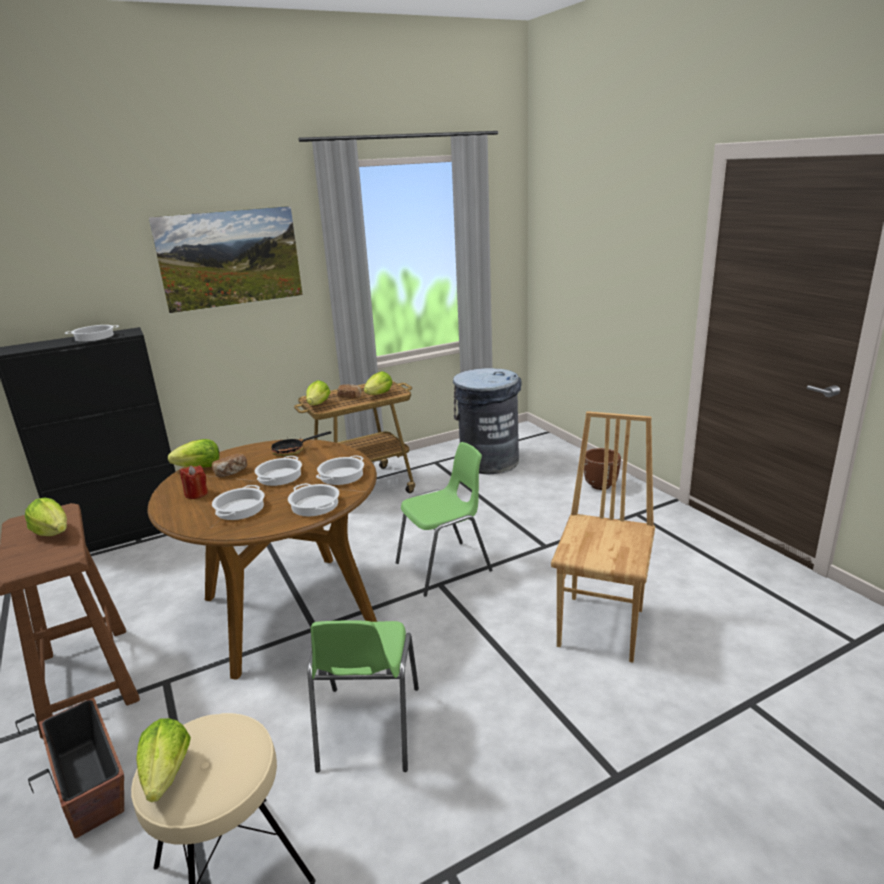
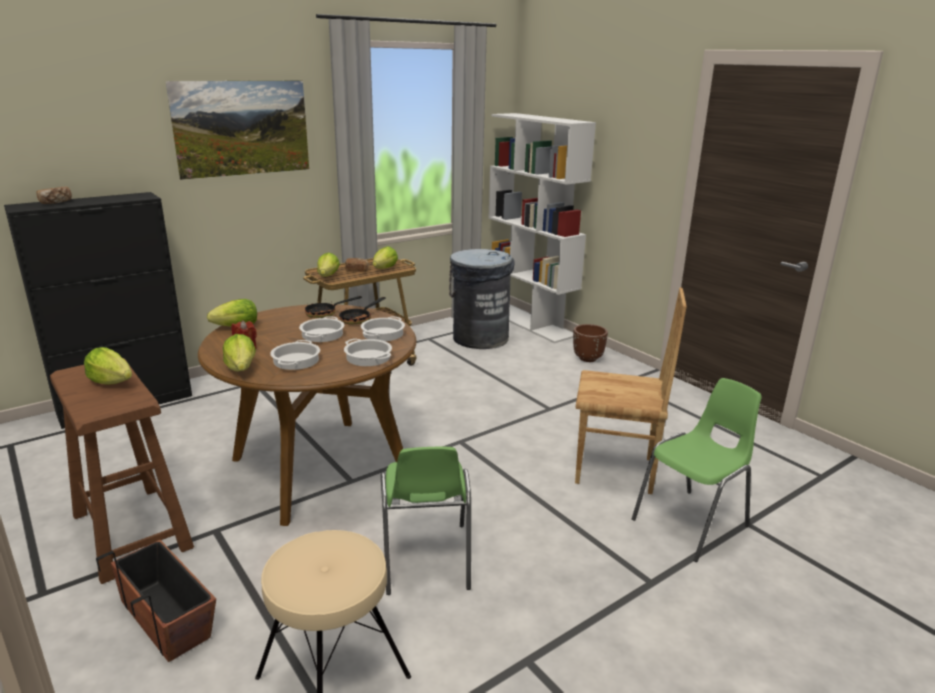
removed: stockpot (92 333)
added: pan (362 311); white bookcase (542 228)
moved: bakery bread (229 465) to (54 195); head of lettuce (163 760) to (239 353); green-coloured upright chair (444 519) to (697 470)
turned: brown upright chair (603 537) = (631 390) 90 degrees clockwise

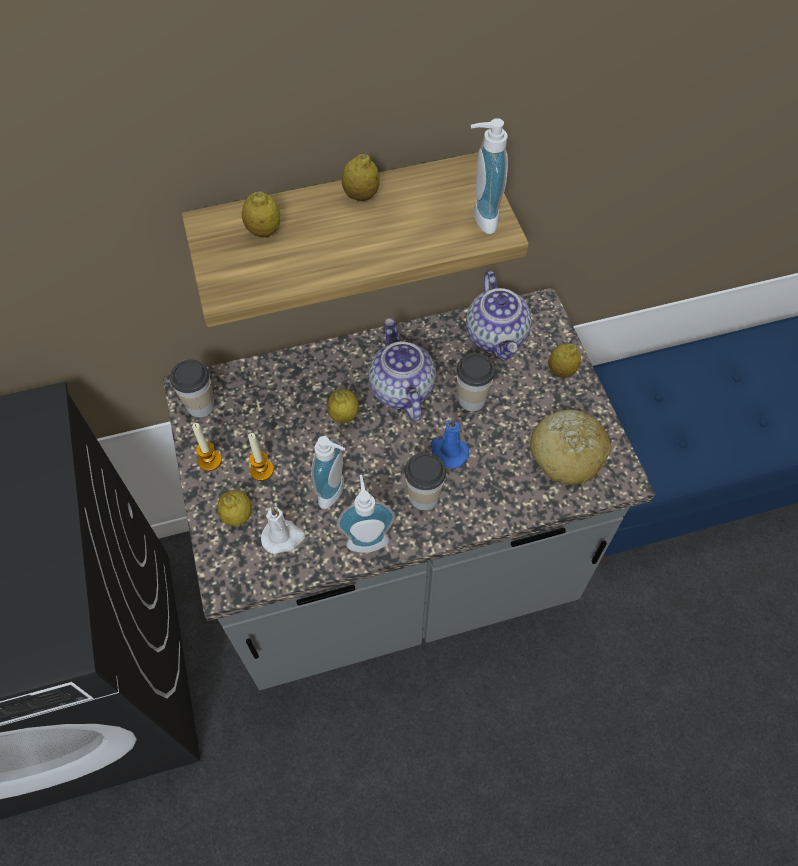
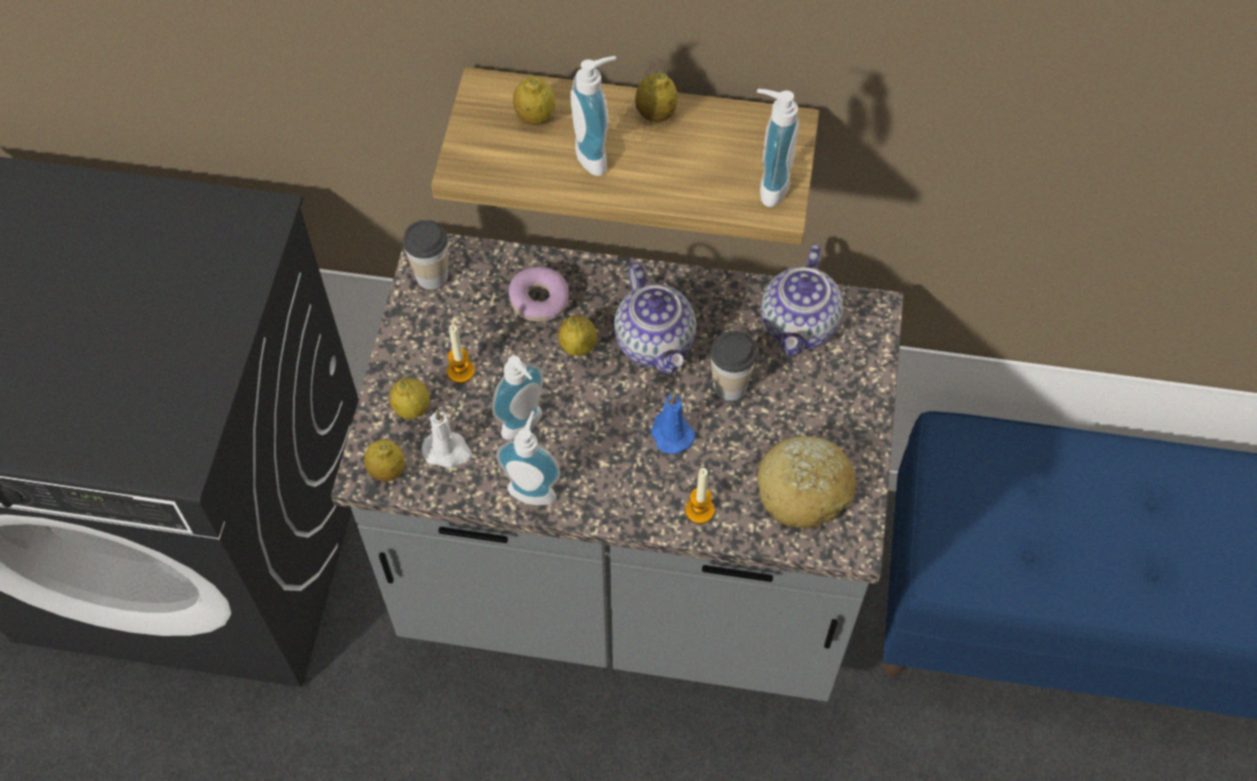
removed: drinking cup (425 481)
added: ring doughnut (539 293); soap dispenser (593 116)
moved: whole lemon (564 361) to (384 461); wax candle (207 447) to (700 496)
turned: teapot (402 370) = (655 318) 150 degrees clockwise

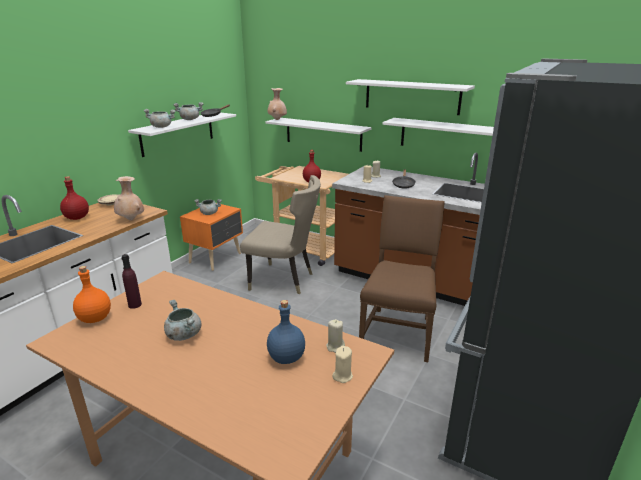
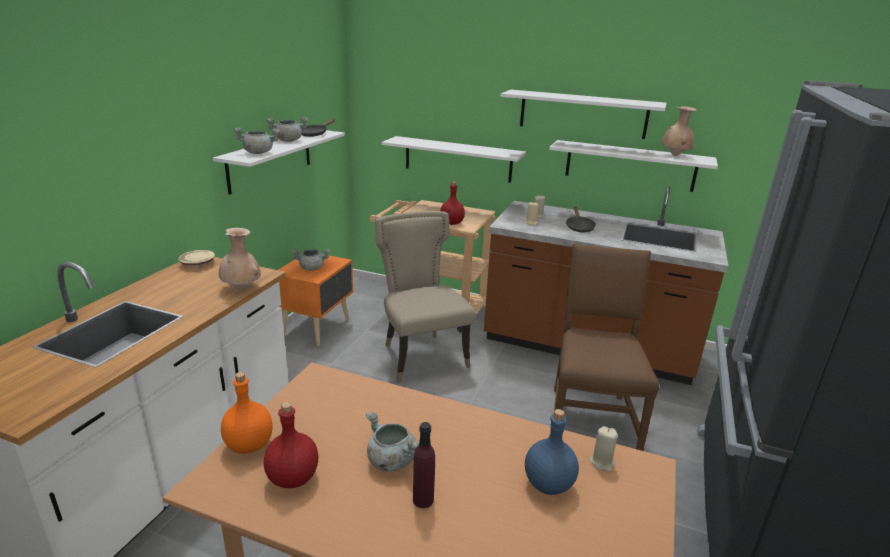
removed: beige-coloured wax candle (342 364)
moved: red beverage bottle (74 198) to (291 445); purplish beverage bottle (131 281) to (424 465); beige-coloured decorative vase (277 104) to (679 131)
turned: beige-coloured upright chair (280 234) = (425 297) 120 degrees counterclockwise

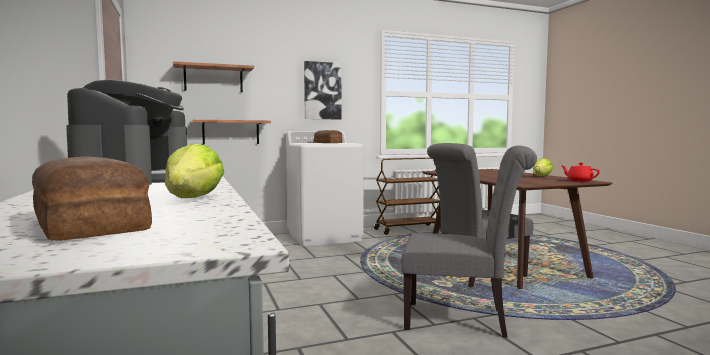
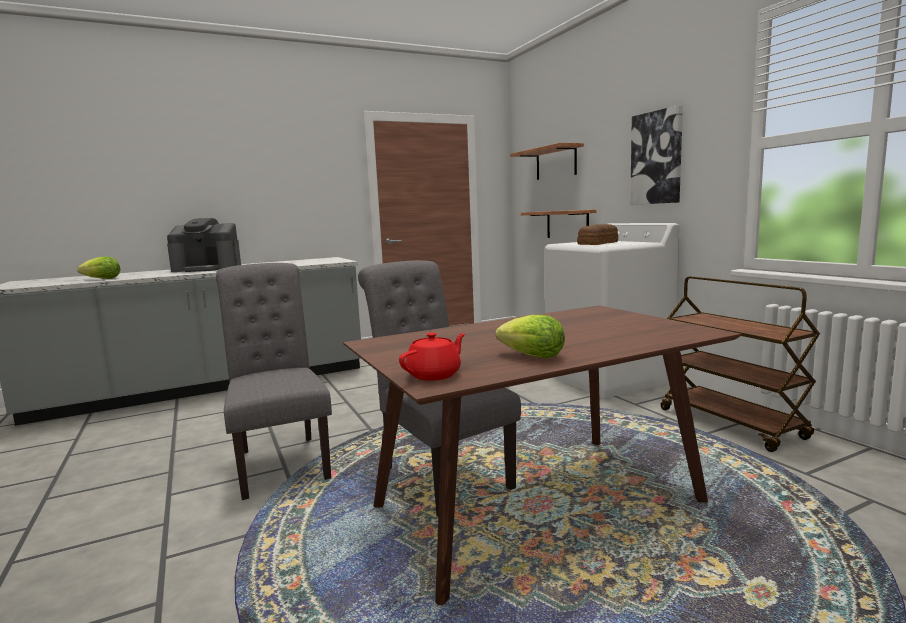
removed: bakery bread (92 198)
turned: greyish upright chair (469 242) = (274 381) 150 degrees clockwise

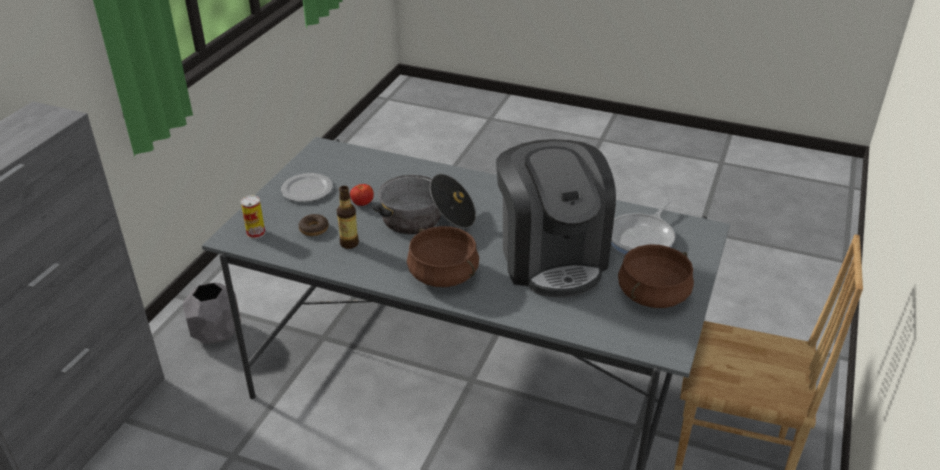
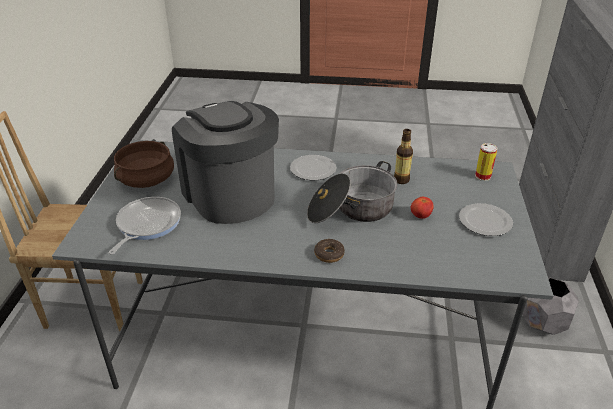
moved: ring doughnut (314 225) to (329 251)
replaced: brown stockpot (443 256) to flat dish (313 168)

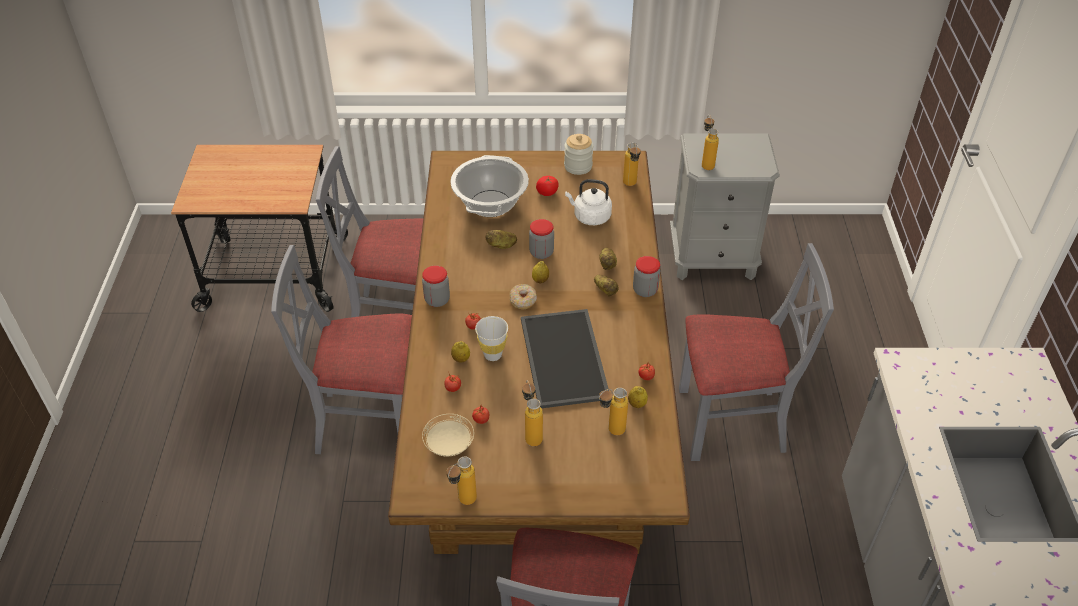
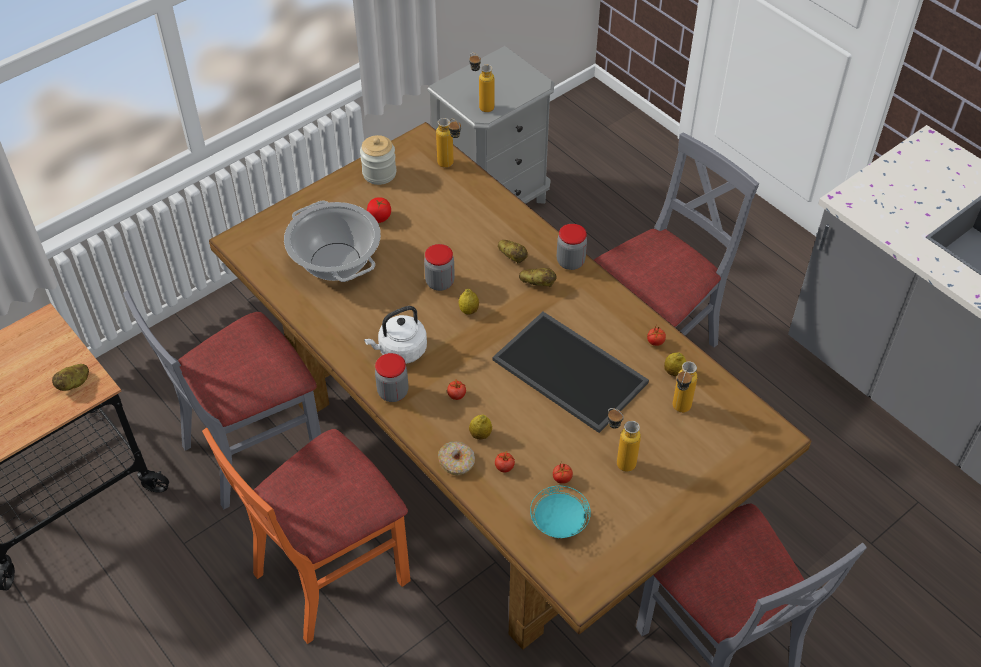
removed: beverage bottle (461 481); white drinking cup (491 338)
moved: spud (501 239) to (70 377); white water kettle (588 202) to (395 335); ring doughnut (523 297) to (456 458)
recoloured: greyish upright chair (341 349) to orangey upright chair (306 536); beige-coloured flat dish (448 435) to turquoise flat dish (560 512)

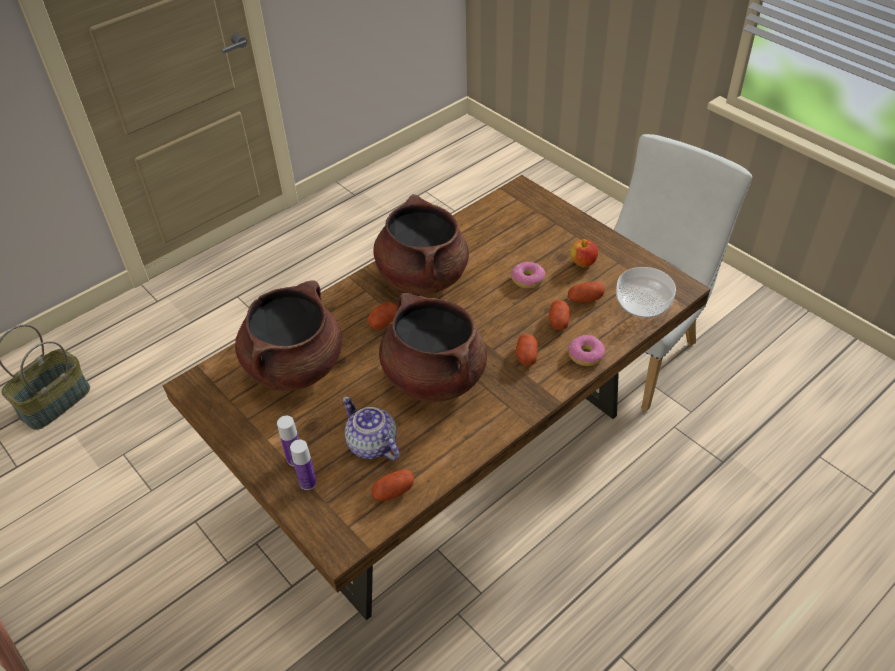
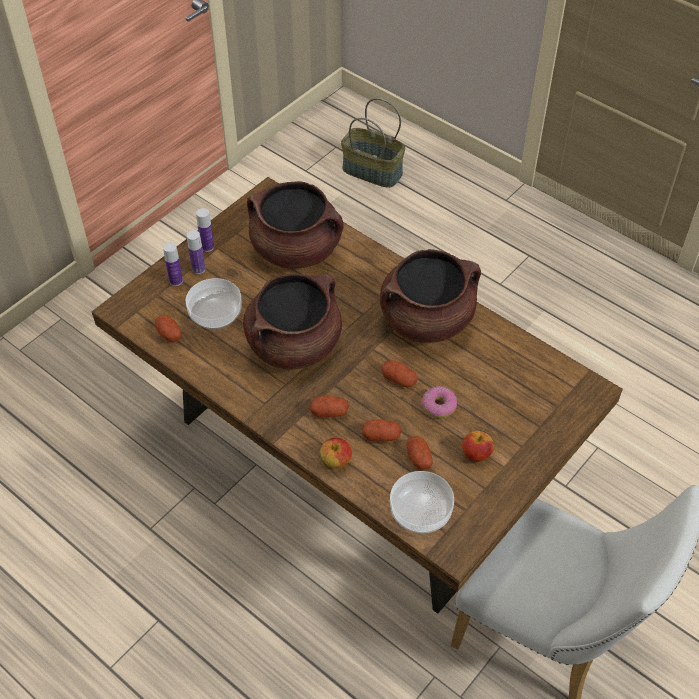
added: beverage bottle (205 230)
moved: spud (382 316) to (399 373)
replaced: teapot (370 428) to bowl (214 303); ring doughnut (586 350) to apple (336 453)

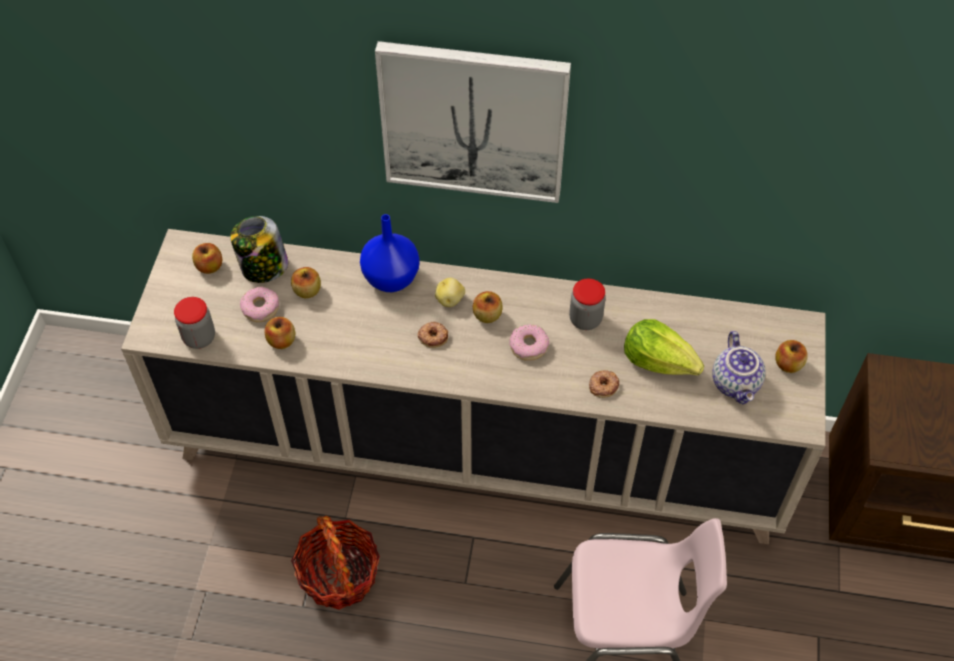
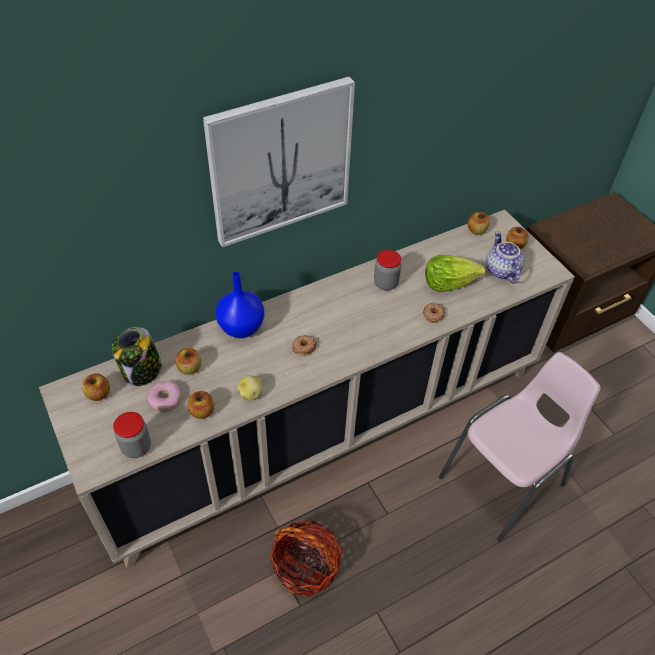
removed: ring doughnut (530 343)
moved: spud (450 292) to (249 388); apple (488 307) to (478 223)
turned: teapot (739 367) = (505 257) 150 degrees counterclockwise

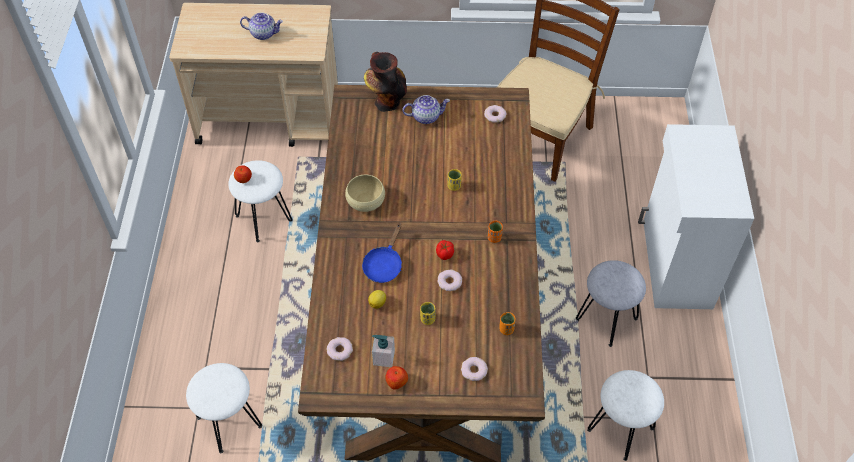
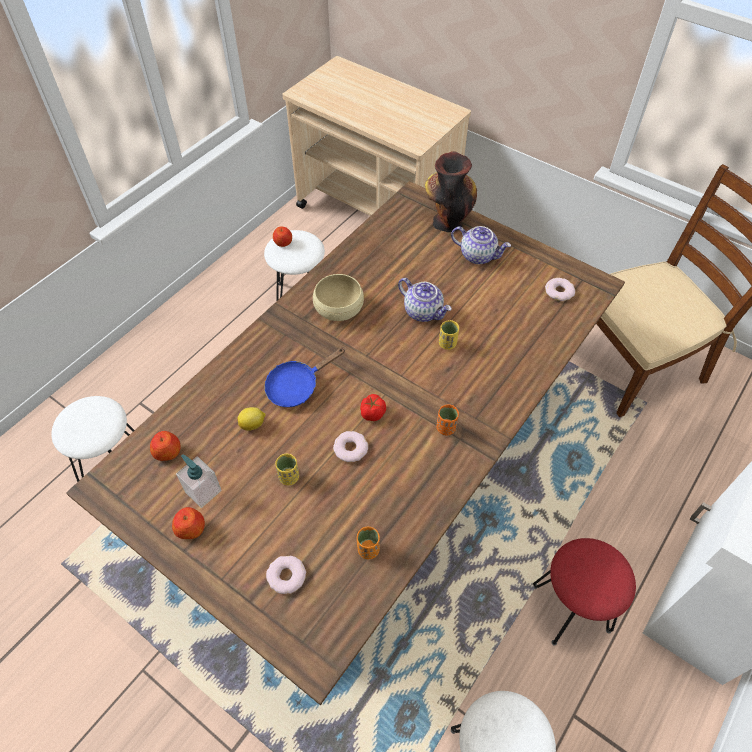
moved: teapot (261 26) to (425 300)
replaced: ring doughnut (340 349) to apple (165 446)
recoloured: greyish sitting stool (611 303) to red sitting stool (584 592)

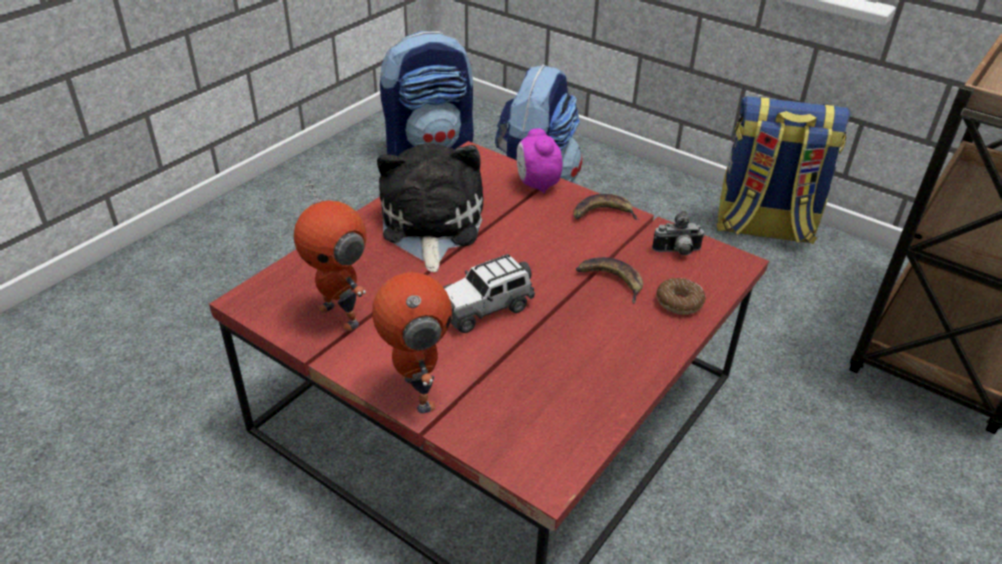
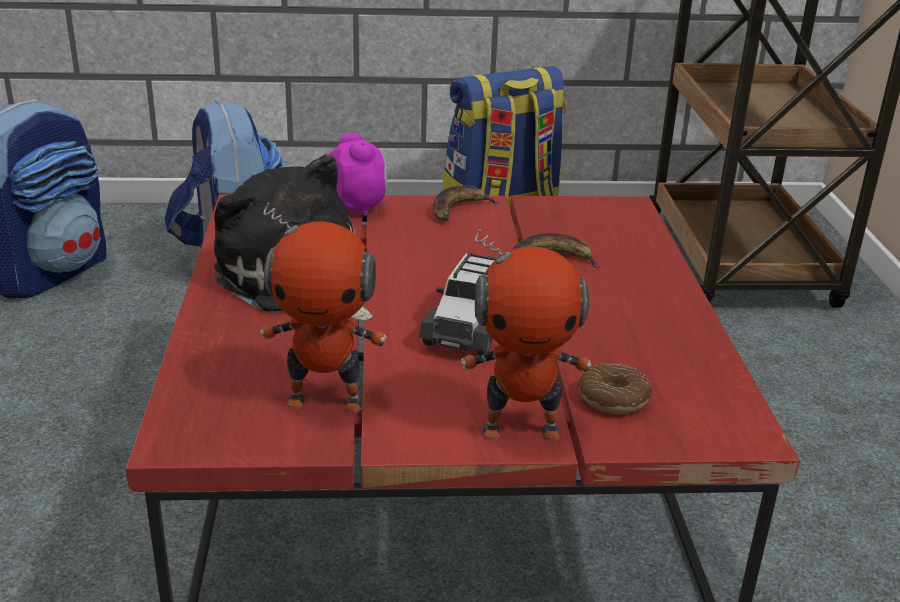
removed: photo camera (678 233)
moved: ring doughnut (681 296) to (615 388)
turned: table clock (539 161) = (358 174) 150 degrees counterclockwise; model robot (412 343) = (526 335) 150 degrees clockwise

